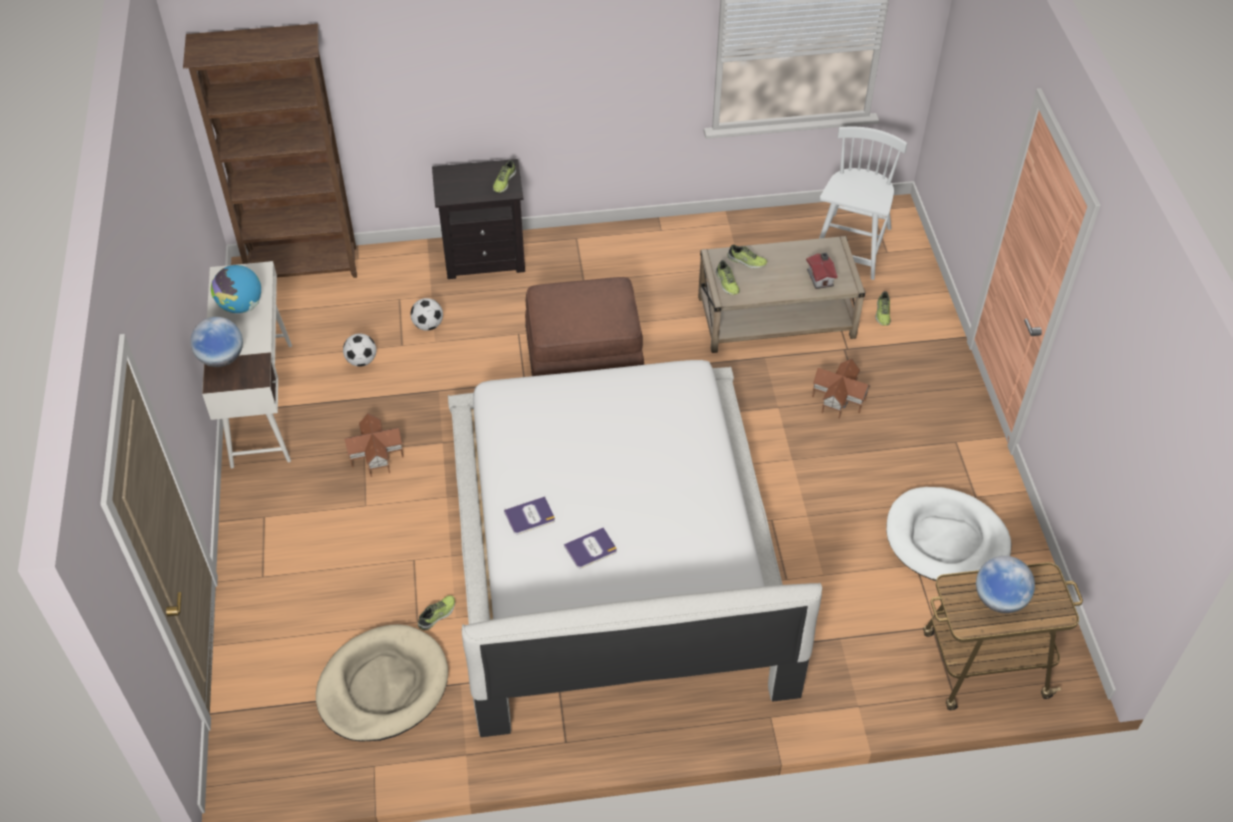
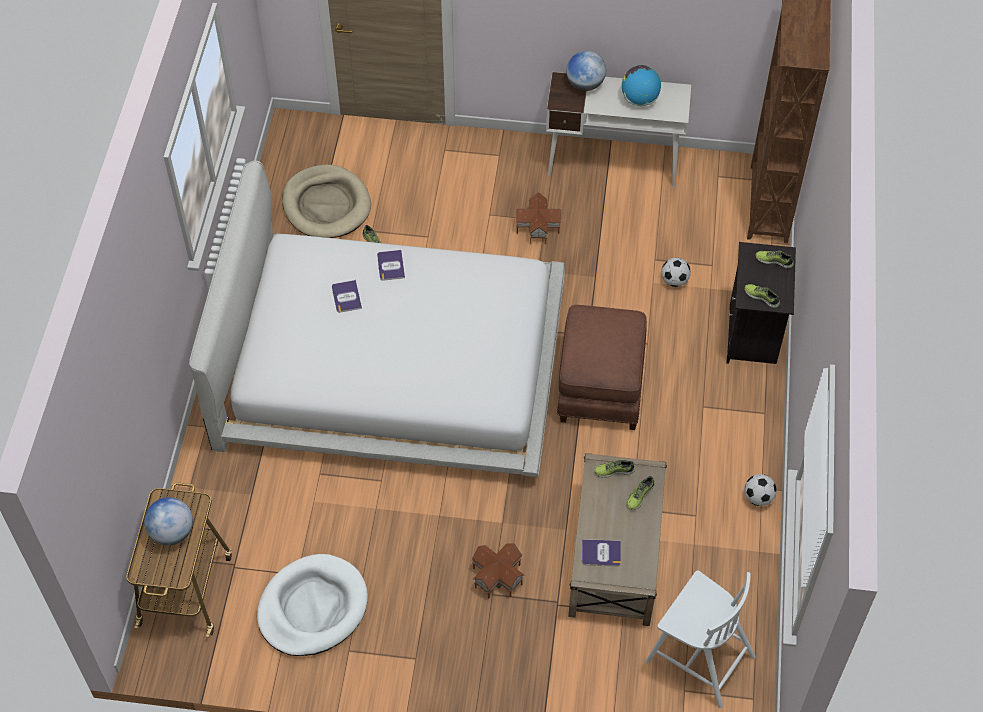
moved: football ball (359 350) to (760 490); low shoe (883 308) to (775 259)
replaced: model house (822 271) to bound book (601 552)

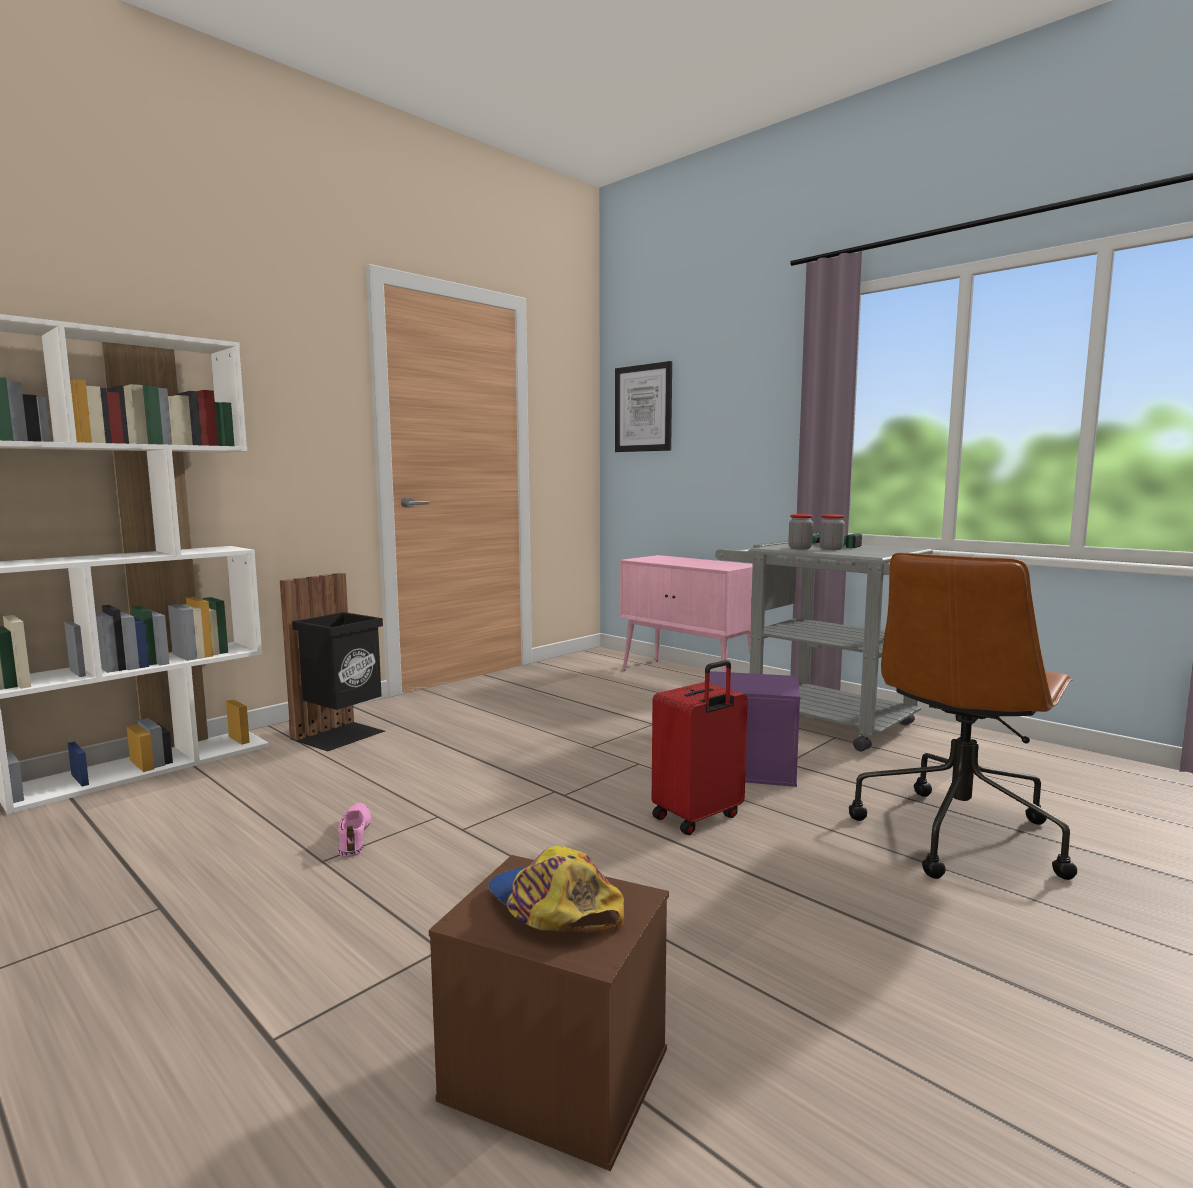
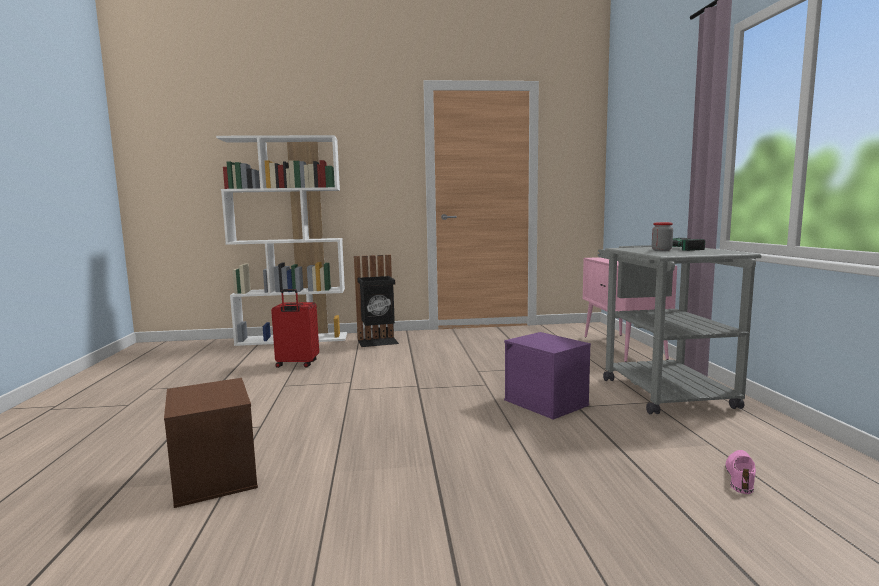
removed: cap (556 889); wall picture (643 406); jar (800 531); brown computer chair (963 716)
moved: red travel case (700 747) to (295 328); pinkish low shoe (354 830) to (741 472)

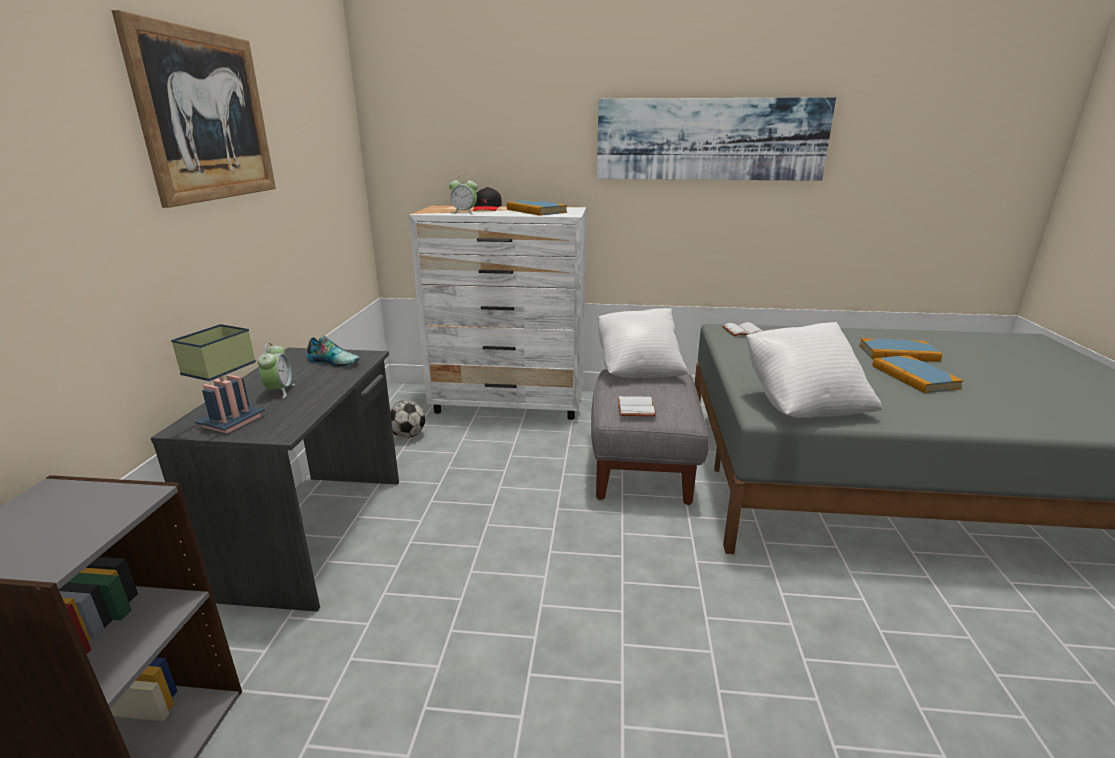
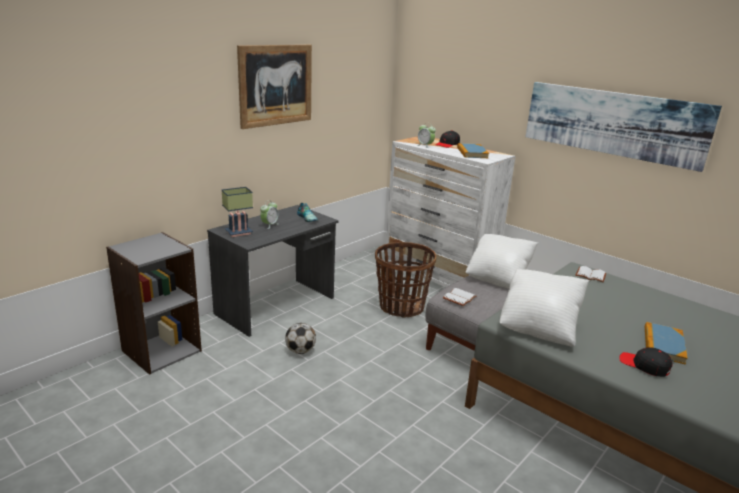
removed: bound book (900 350)
added: basket (405 280); black-coloured cap (645 362)
moved: football ball (407 419) to (300 338)

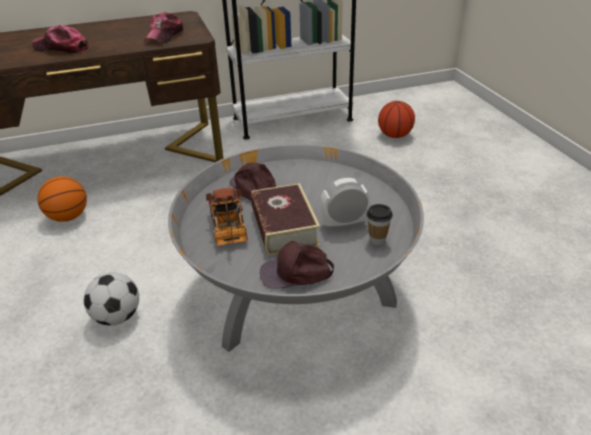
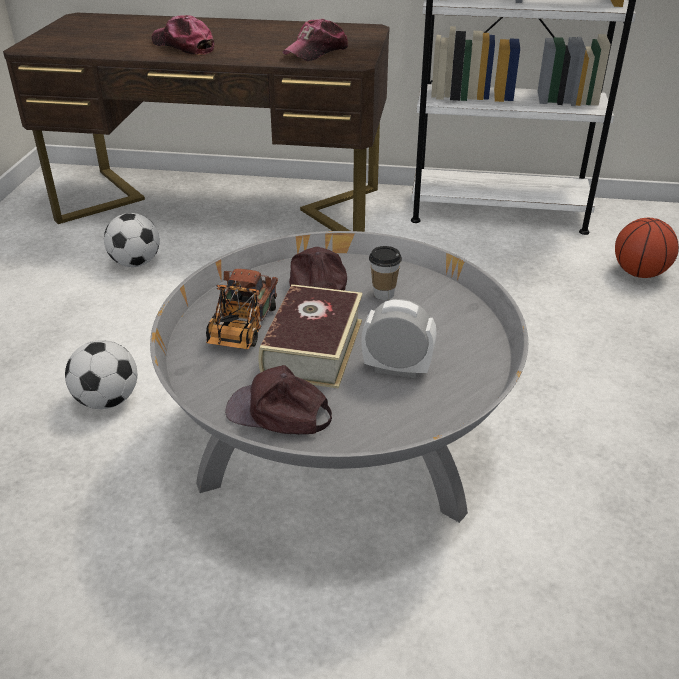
moved: drinking cup (380 225) to (385 273)
replaced: basketball (62 199) to football ball (132 240)

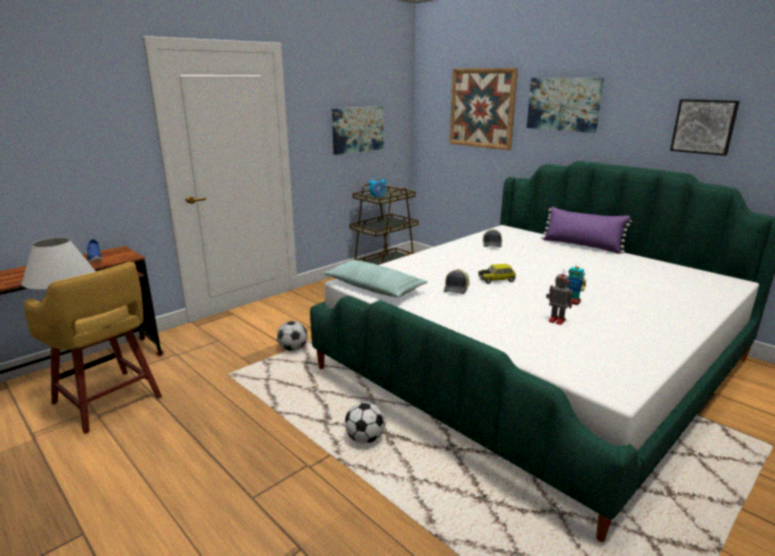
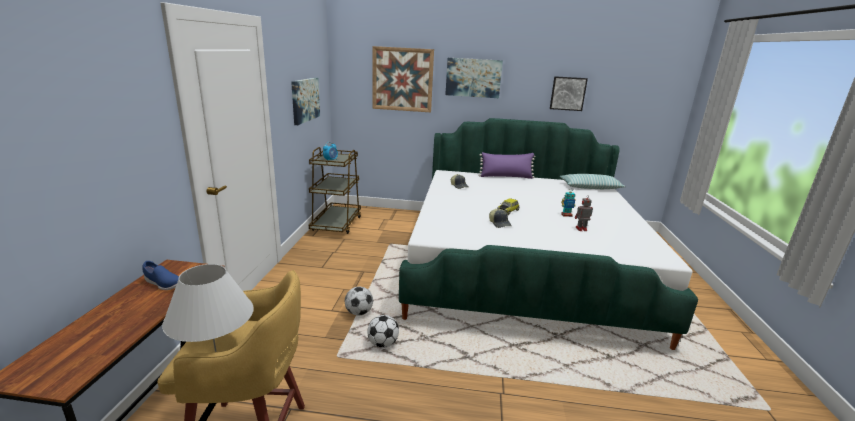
moved: football ball (365 423) to (383 331); throw pillow (375 278) to (593 181)

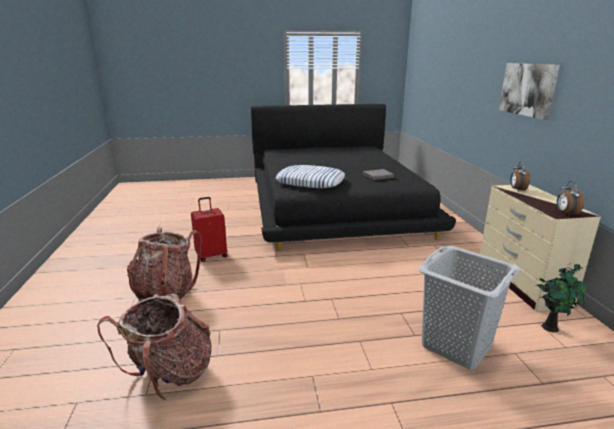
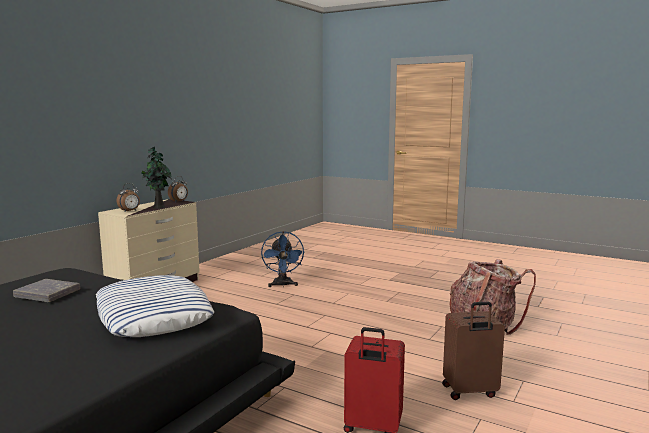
removed: wall picture (529 91)
moved: houseplant (562 298) to (156 178)
replaced: greyish laundry basket (469 308) to blue-coloured fan (283 259); backpack (164 264) to brown travel case (473 351)

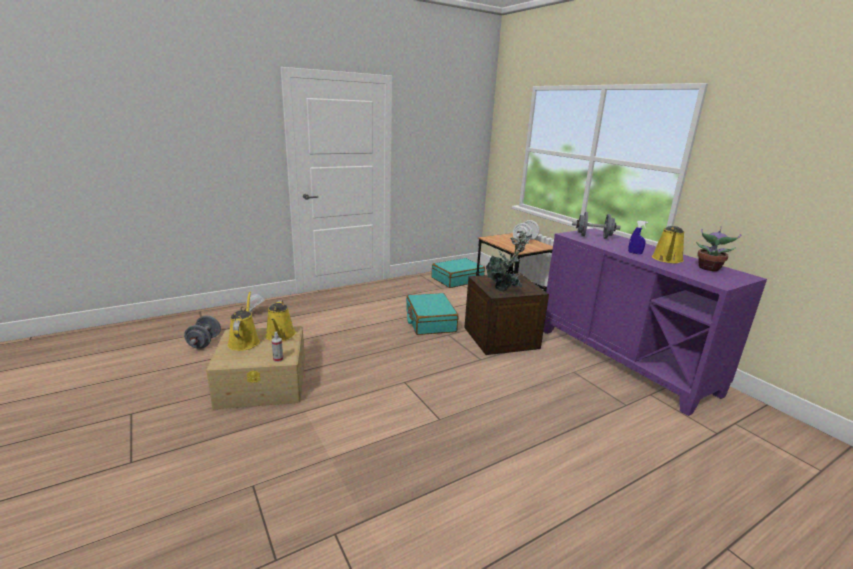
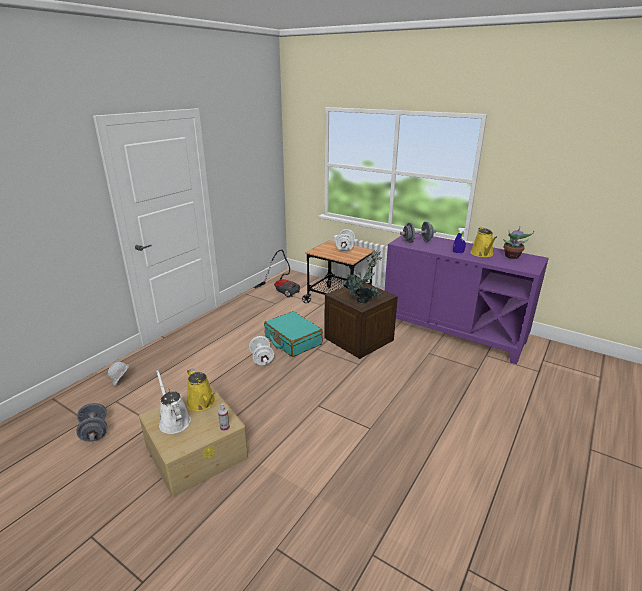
added: white free weight (261 350)
replaced: turquoise travel case (458 273) to hoover (277 273)
recoloured: yellow sprinkling can (243 321) to white sprinkling can (173 401)

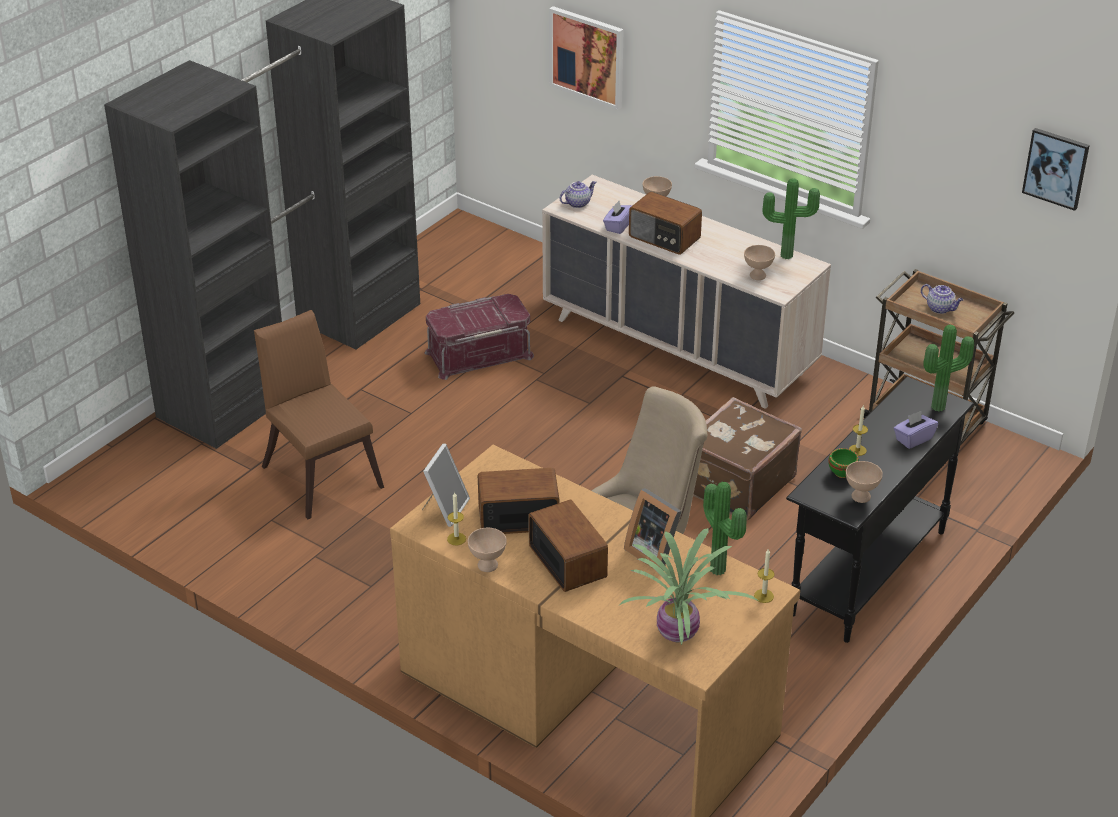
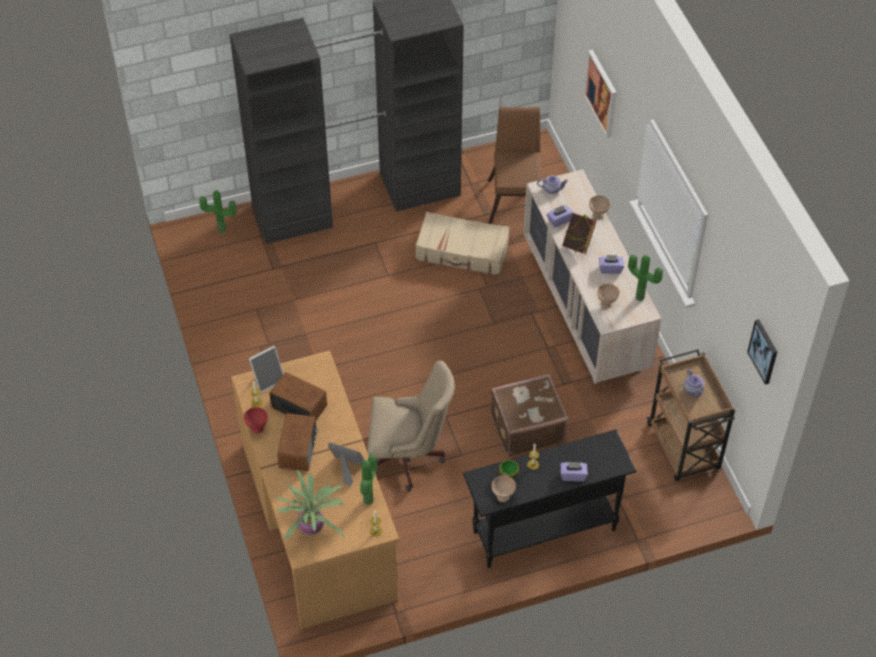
added: purplish tissue box (611 264)
moved: houseplant (948 368) to (218 211); brown upright chair (319 414) to (515 165)
replaced: red storage bin (479 337) to beige-coloured travel case (462 244); radio (665 223) to bound book (579 233)
recoloured: beige-coloured bowl (487 550) to red bowl (256 420)
turned: standing frame (652 528) = (346 464) 120 degrees clockwise

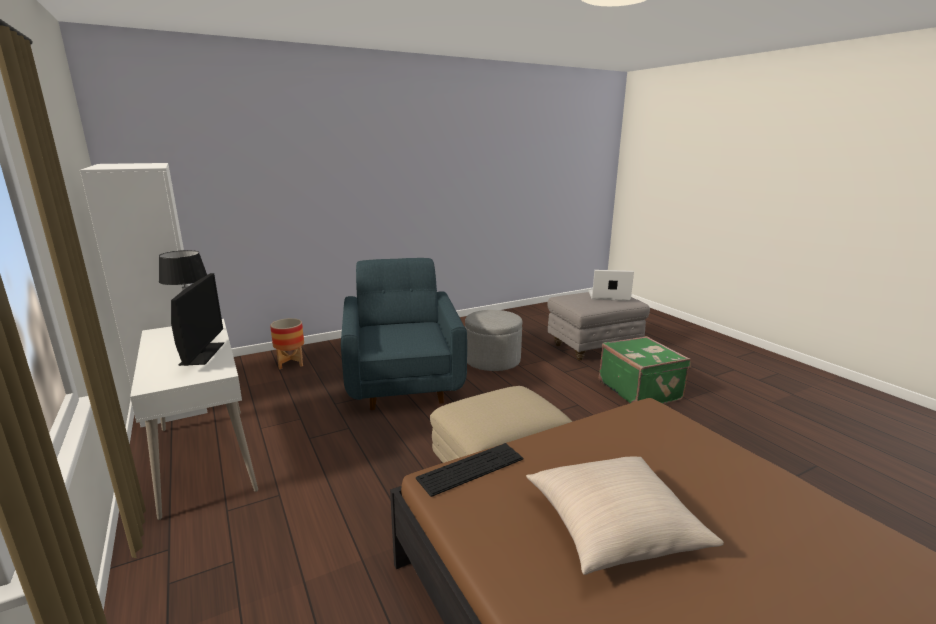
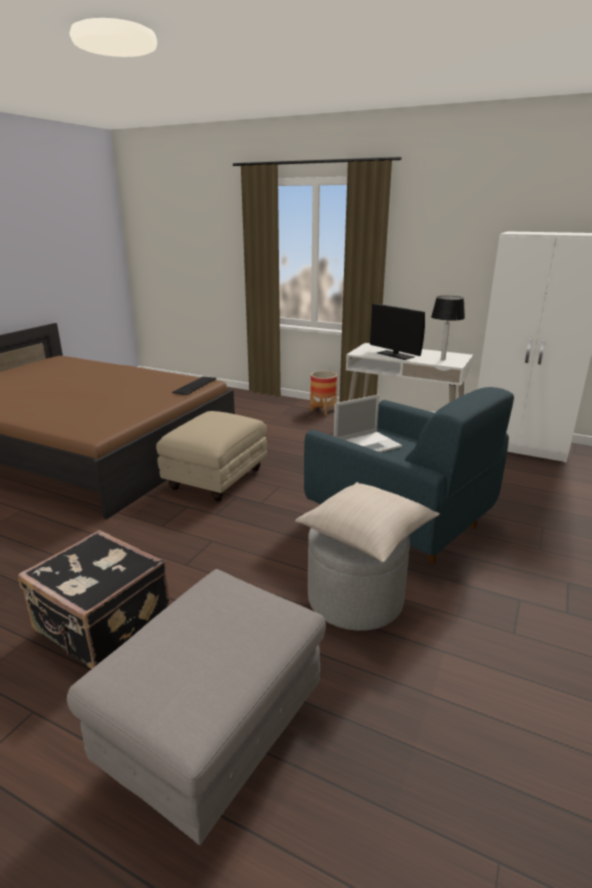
moved: beige-coloured throw pillow (625 516) to (367 522); plant pot (287 343) to (323 393); laptop (611 285) to (368 424)
recoloured: green-coloured travel case (645 370) to black-coloured travel case (94 599)

